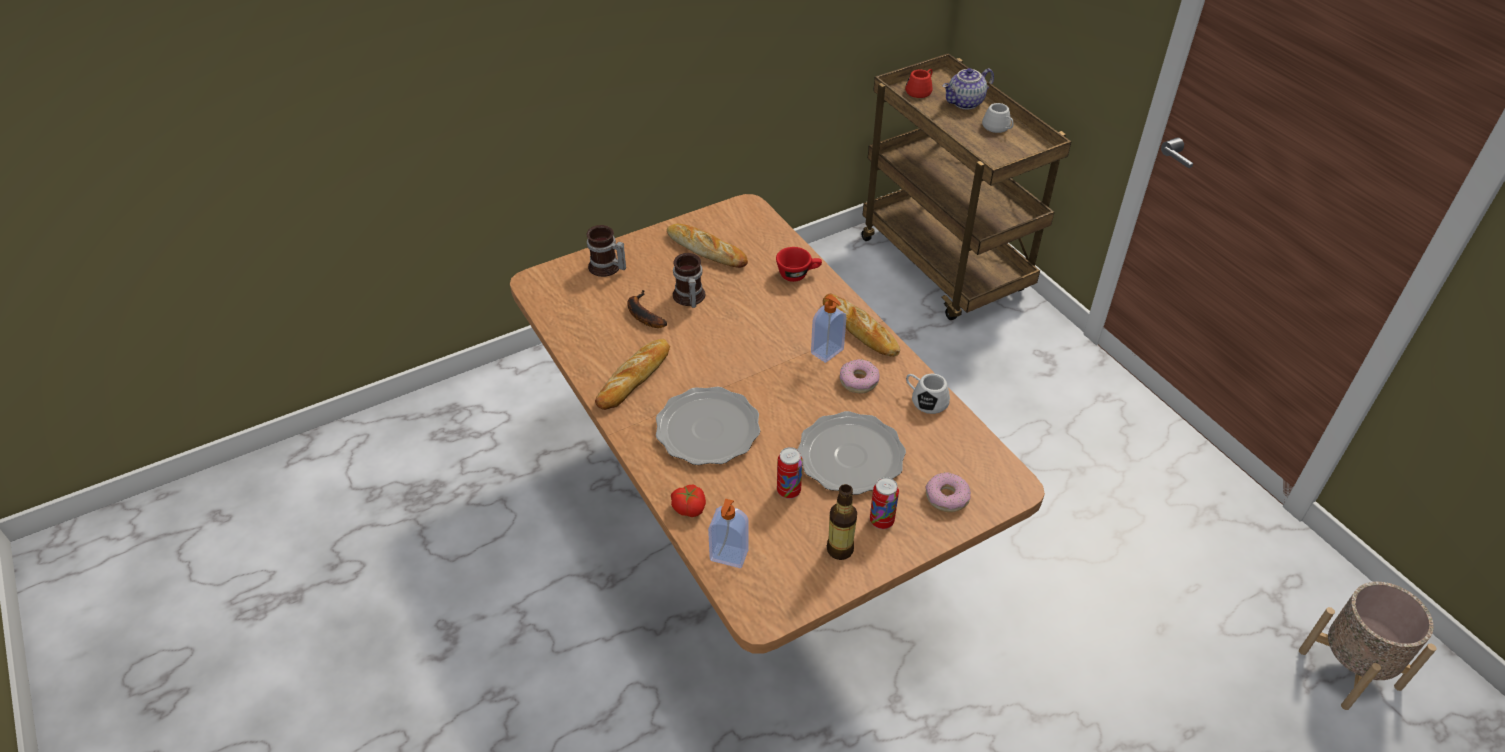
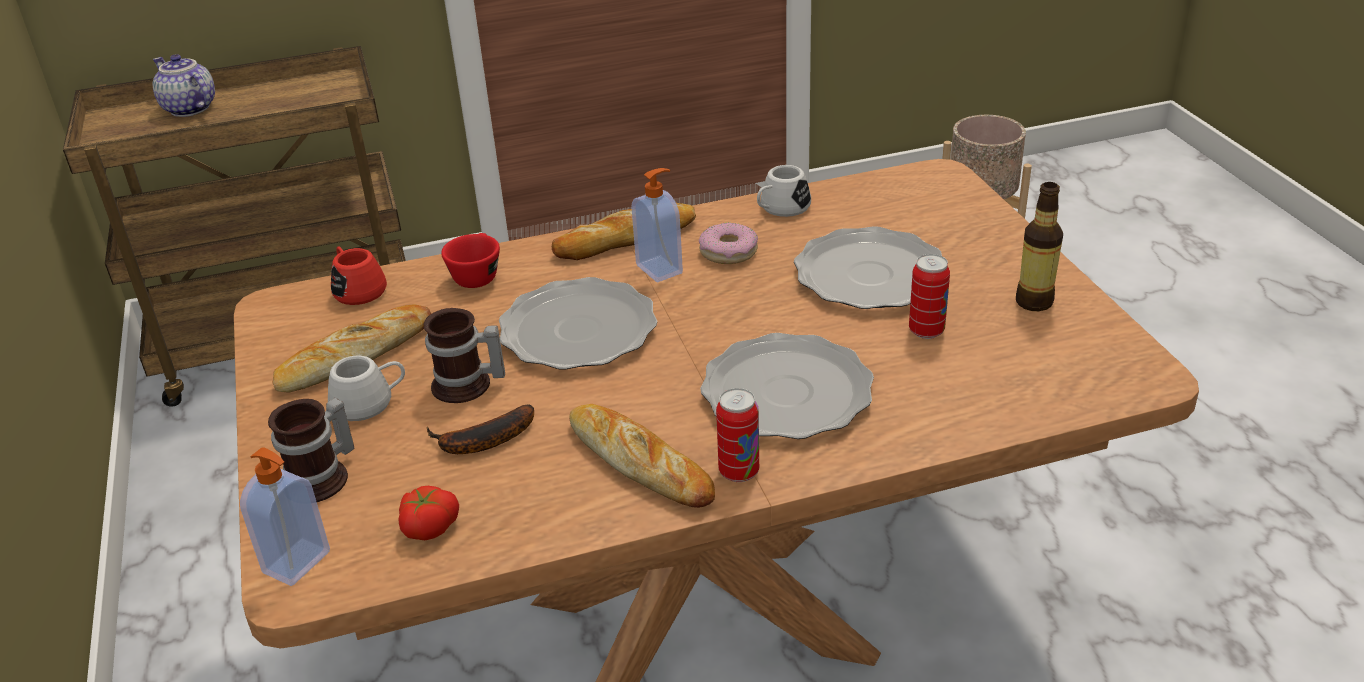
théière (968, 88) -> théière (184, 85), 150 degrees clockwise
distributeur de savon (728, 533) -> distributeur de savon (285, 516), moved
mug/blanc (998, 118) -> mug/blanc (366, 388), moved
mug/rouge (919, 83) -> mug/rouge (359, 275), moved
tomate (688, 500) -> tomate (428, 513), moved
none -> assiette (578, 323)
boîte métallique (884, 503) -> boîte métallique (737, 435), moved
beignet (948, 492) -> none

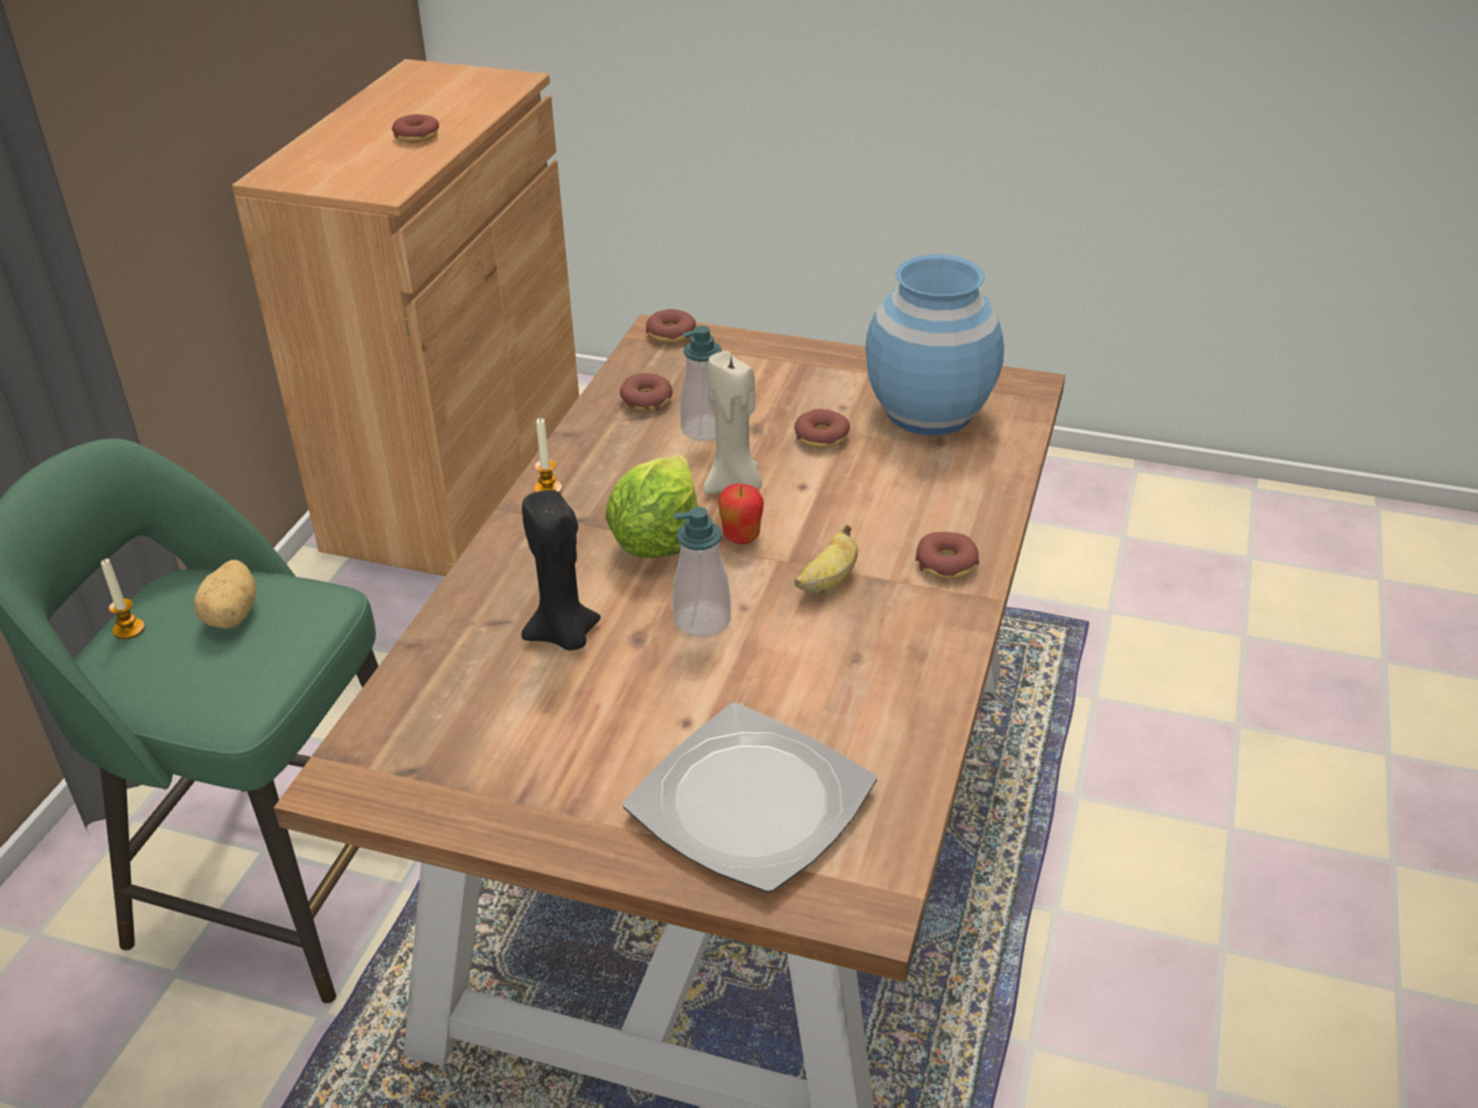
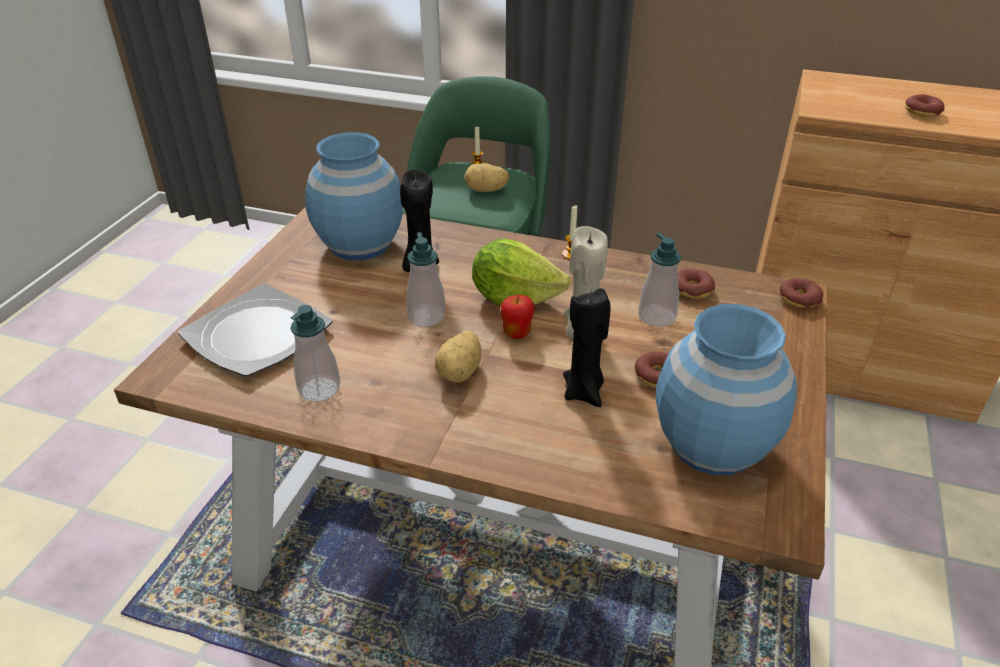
none -> distributeur de savon (315, 353)
none -> vase/bleu (354, 196)
banane (826, 559) -> pomme de terre (458, 356)
none -> bougie/noir (586, 347)
beignet (947, 555) -> none

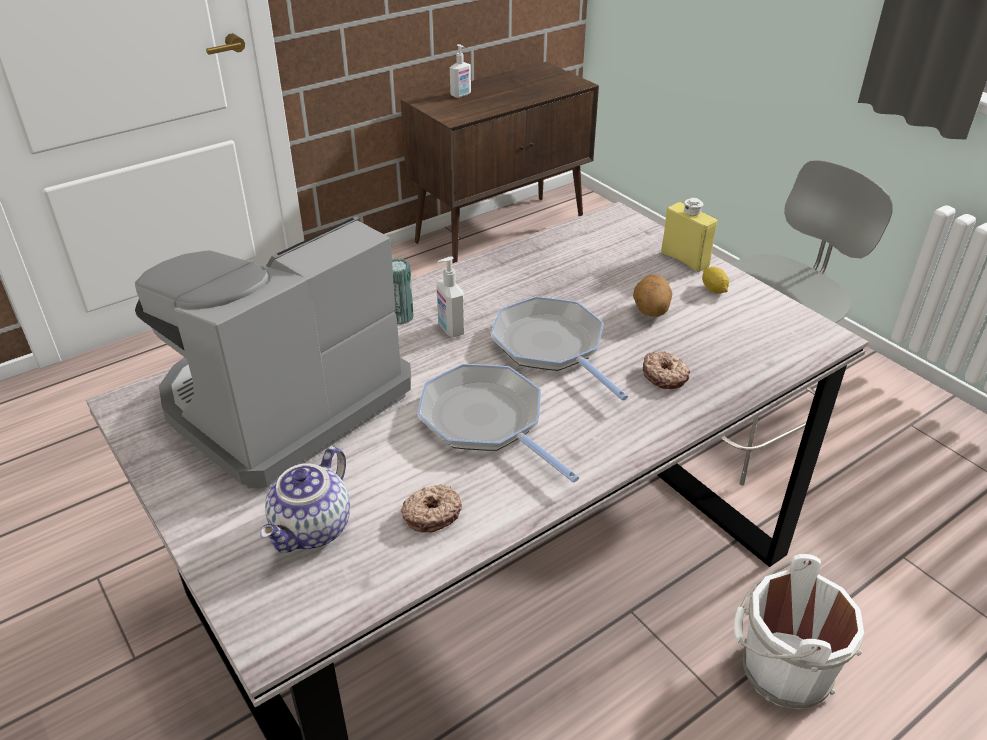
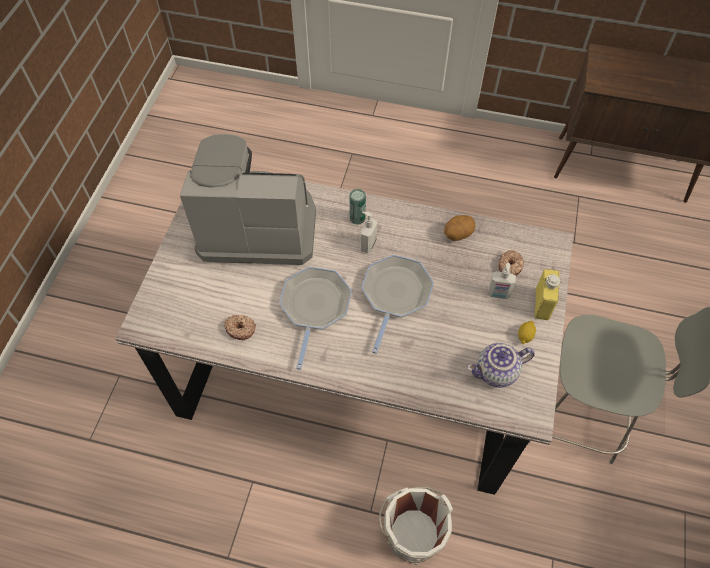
pomme de terre (652, 295) -> pomme de terre (460, 228), moved
théière (305, 499) -> théière (501, 365), moved
distributeur de savon (460, 71) -> distributeur de savon (501, 281), moved
beignet (666, 370) -> beignet (511, 263), moved

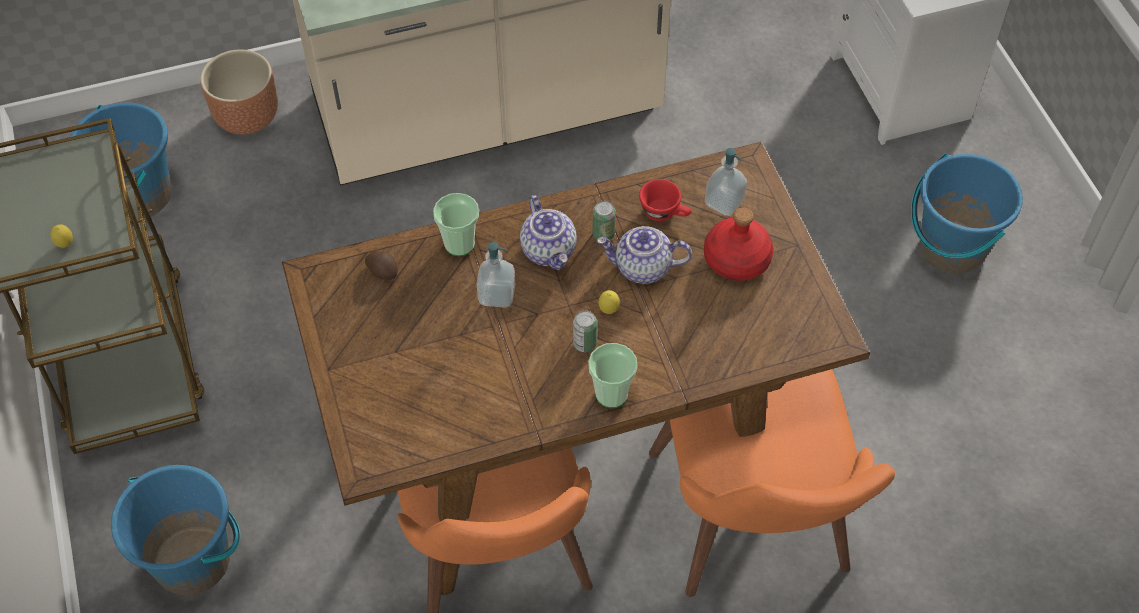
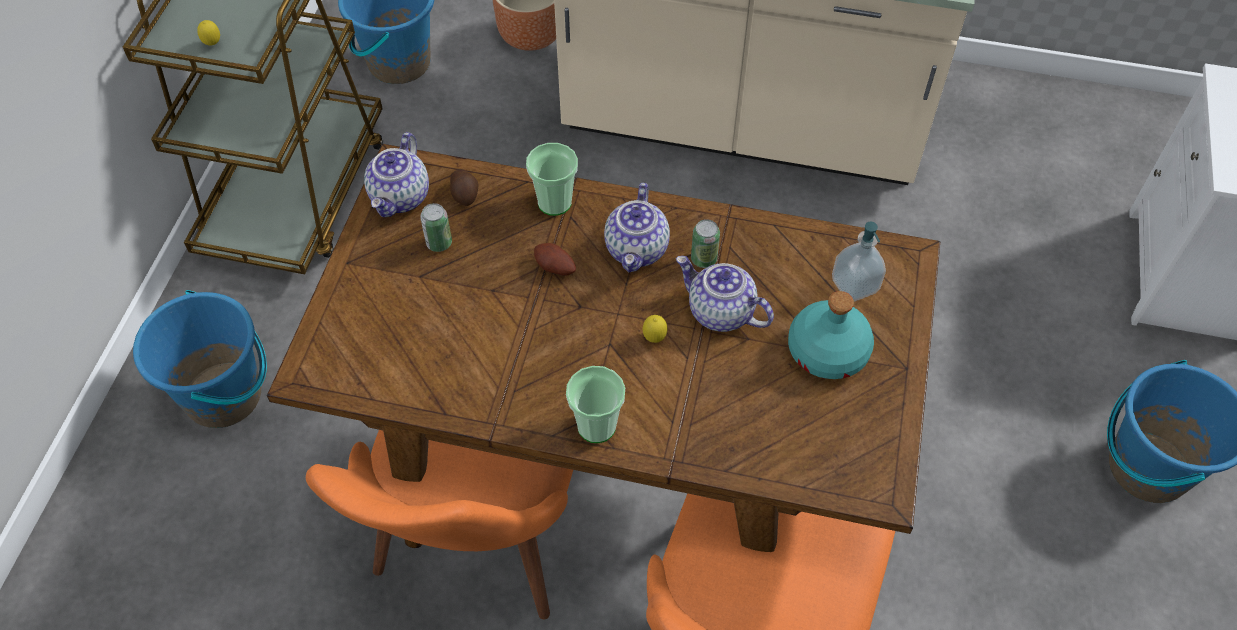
none -> théière (396, 174)
boîte métallique (585, 331) -> boîte métallique (436, 227), moved
distributeur de savon (496, 275) -> pomme de terre (555, 259)
bouteille/rouge (739, 244) -> bouteille/turquoise (831, 335)
tasse/rouge (665, 200) -> none

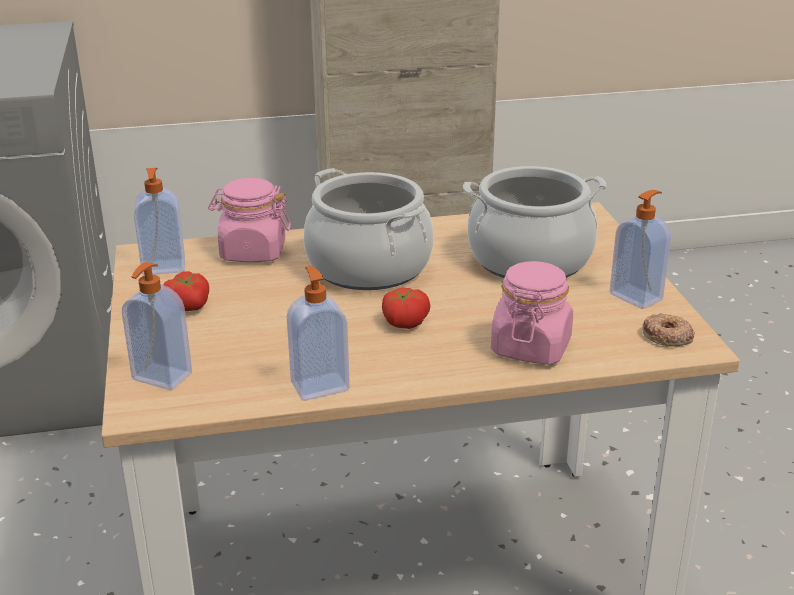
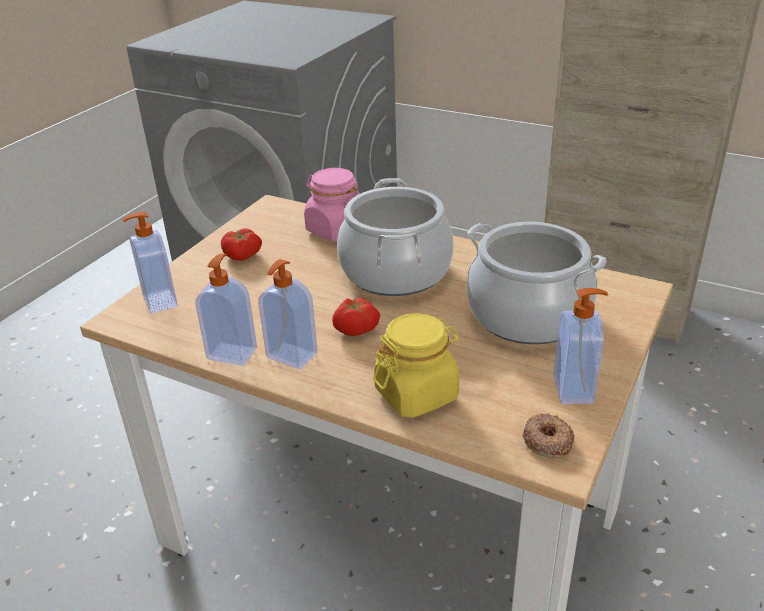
distributeur de savon (159, 221) -> distributeur de savon (288, 314), moved
bocal/rose (532, 313) -> bocal/jaune (416, 365)

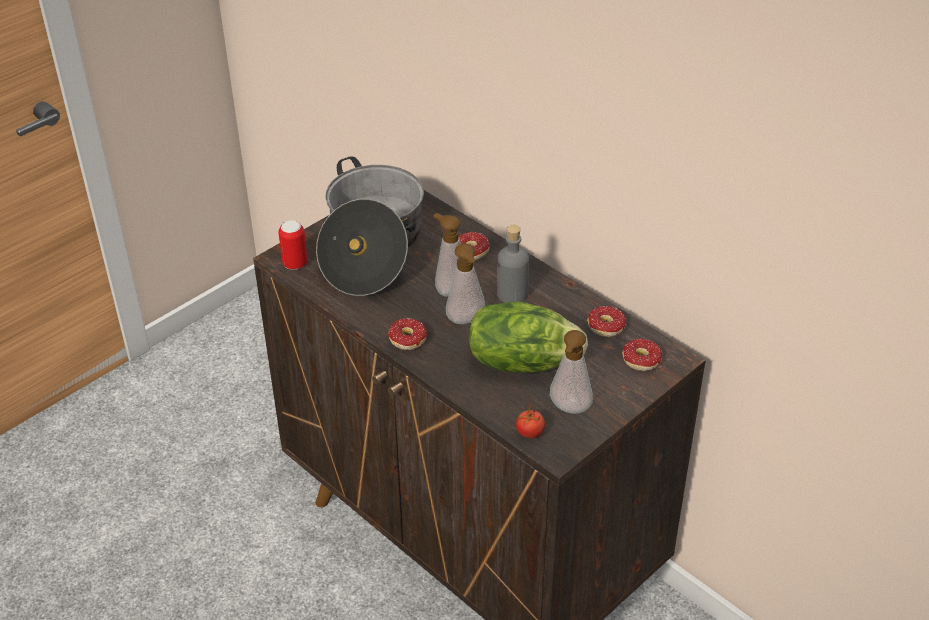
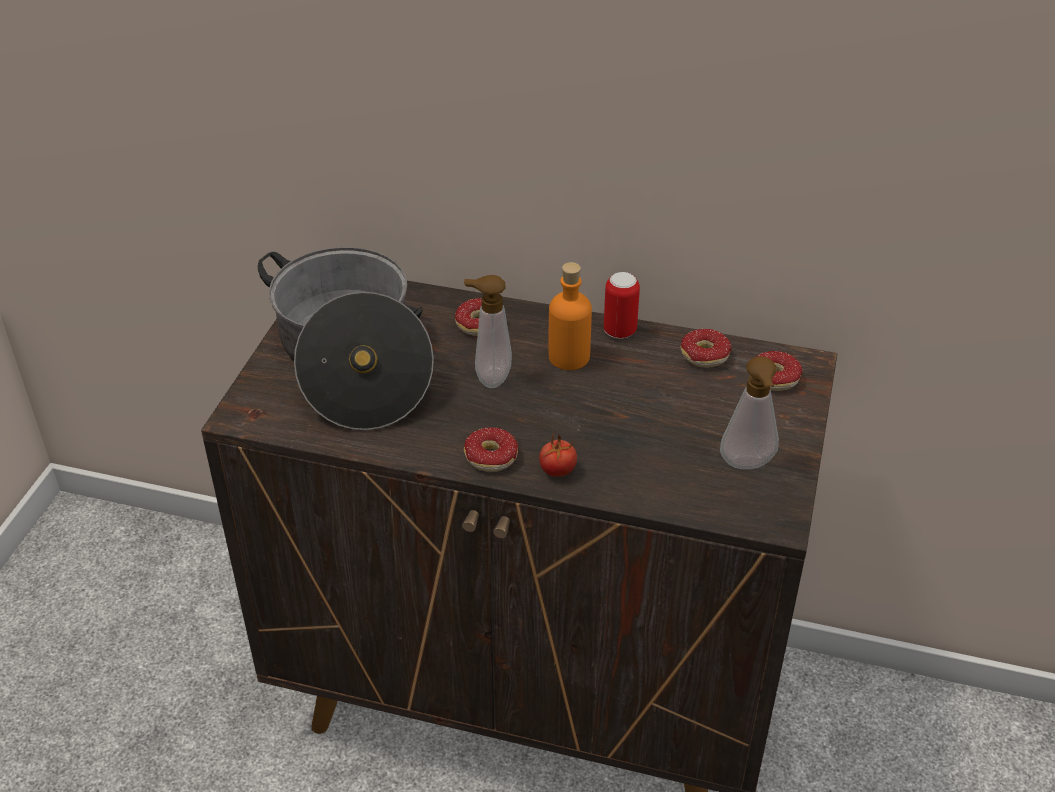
tomate (530, 421) -> tomate (558, 454), moved
bouteille/gris (513, 264) -> bouteille/orange (570, 316)
boîte métallique (293, 245) -> boîte métallique (622, 305), moved
distributeur de savon (465, 283) -> none
laitue (528, 337) -> none

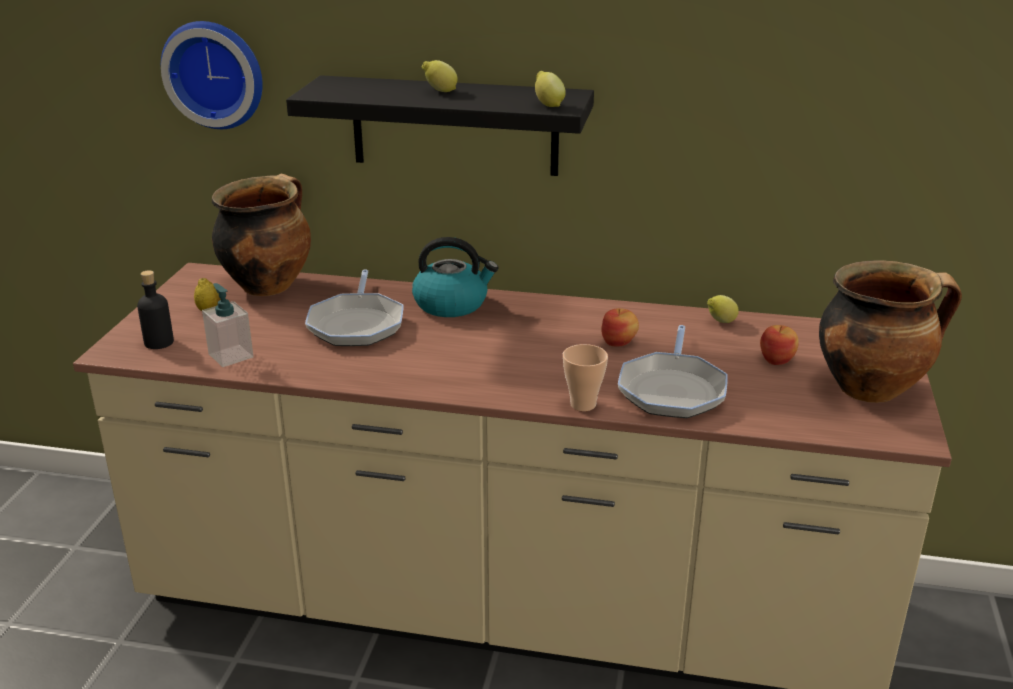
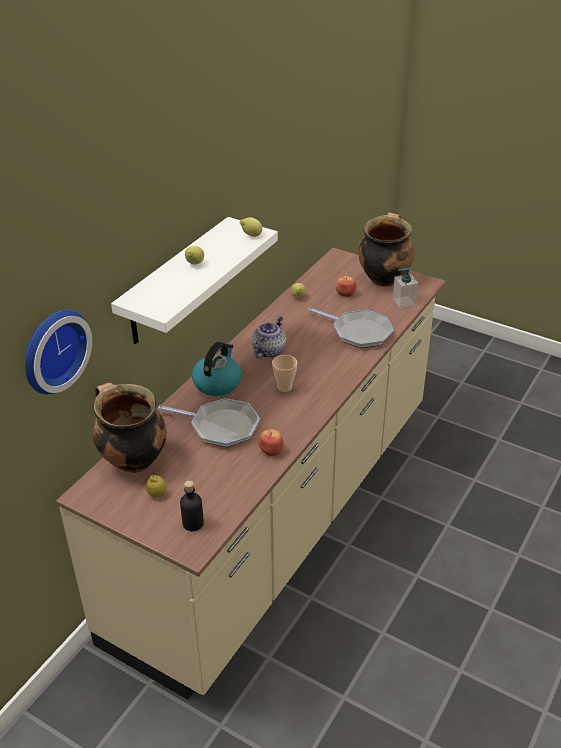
étagère/noir (440, 125) -> étagère/blanc (194, 280)
none -> théière (269, 337)
pomme (620, 327) -> pomme (271, 442), moved
tasse (585, 377) -> tasse (284, 373), moved
distributeur de savon (228, 325) -> distributeur de savon (405, 287), moved

